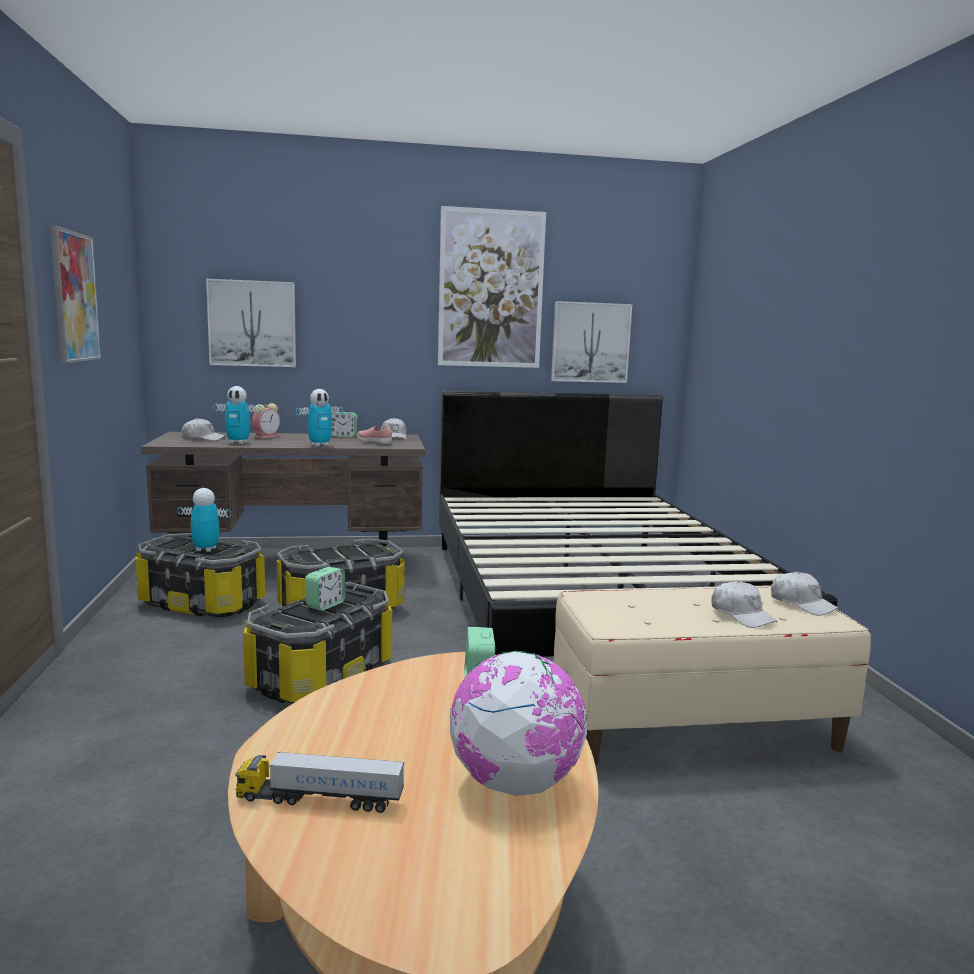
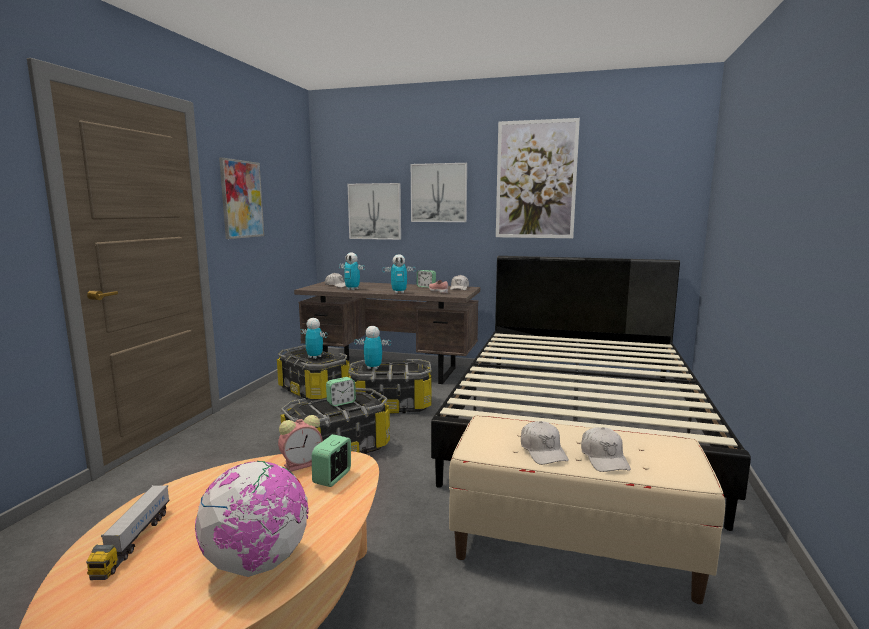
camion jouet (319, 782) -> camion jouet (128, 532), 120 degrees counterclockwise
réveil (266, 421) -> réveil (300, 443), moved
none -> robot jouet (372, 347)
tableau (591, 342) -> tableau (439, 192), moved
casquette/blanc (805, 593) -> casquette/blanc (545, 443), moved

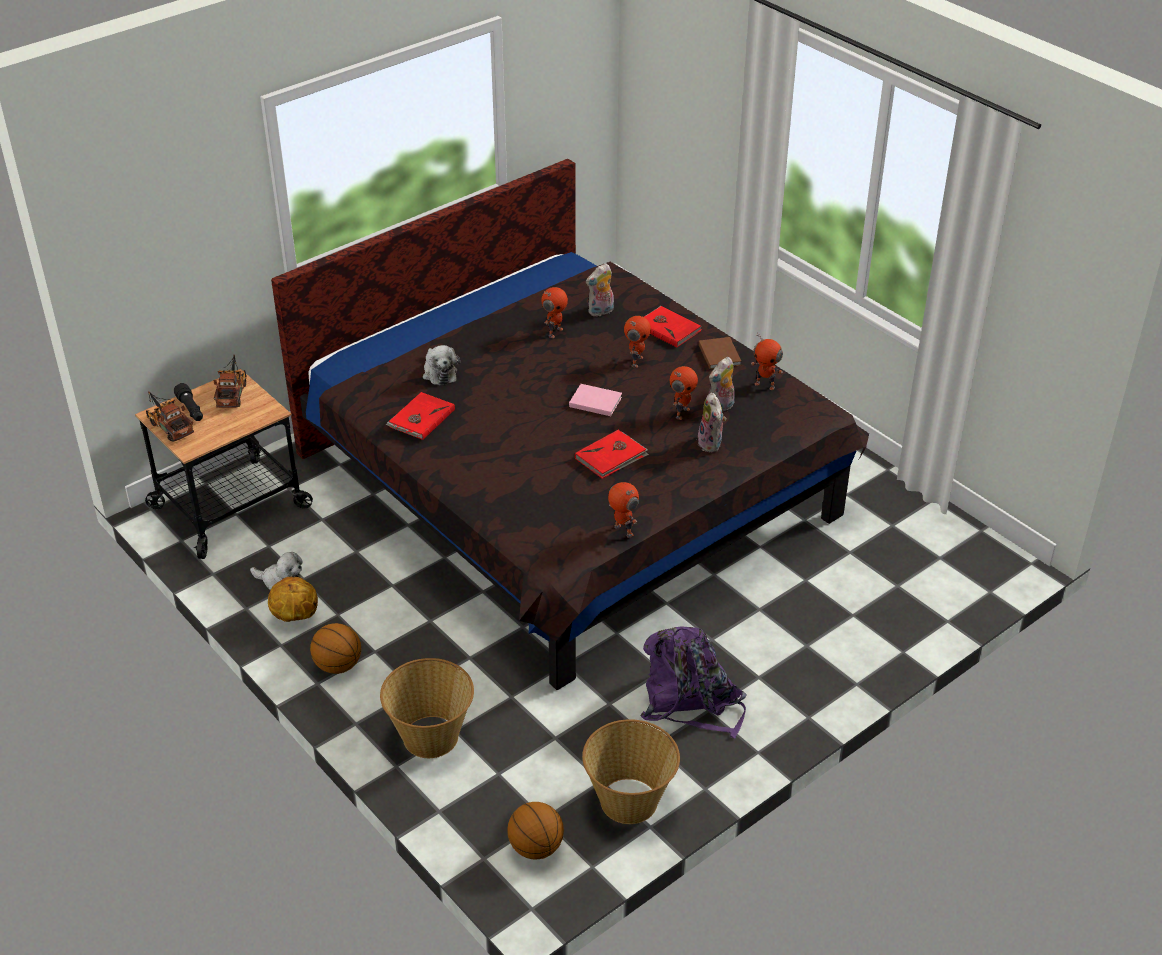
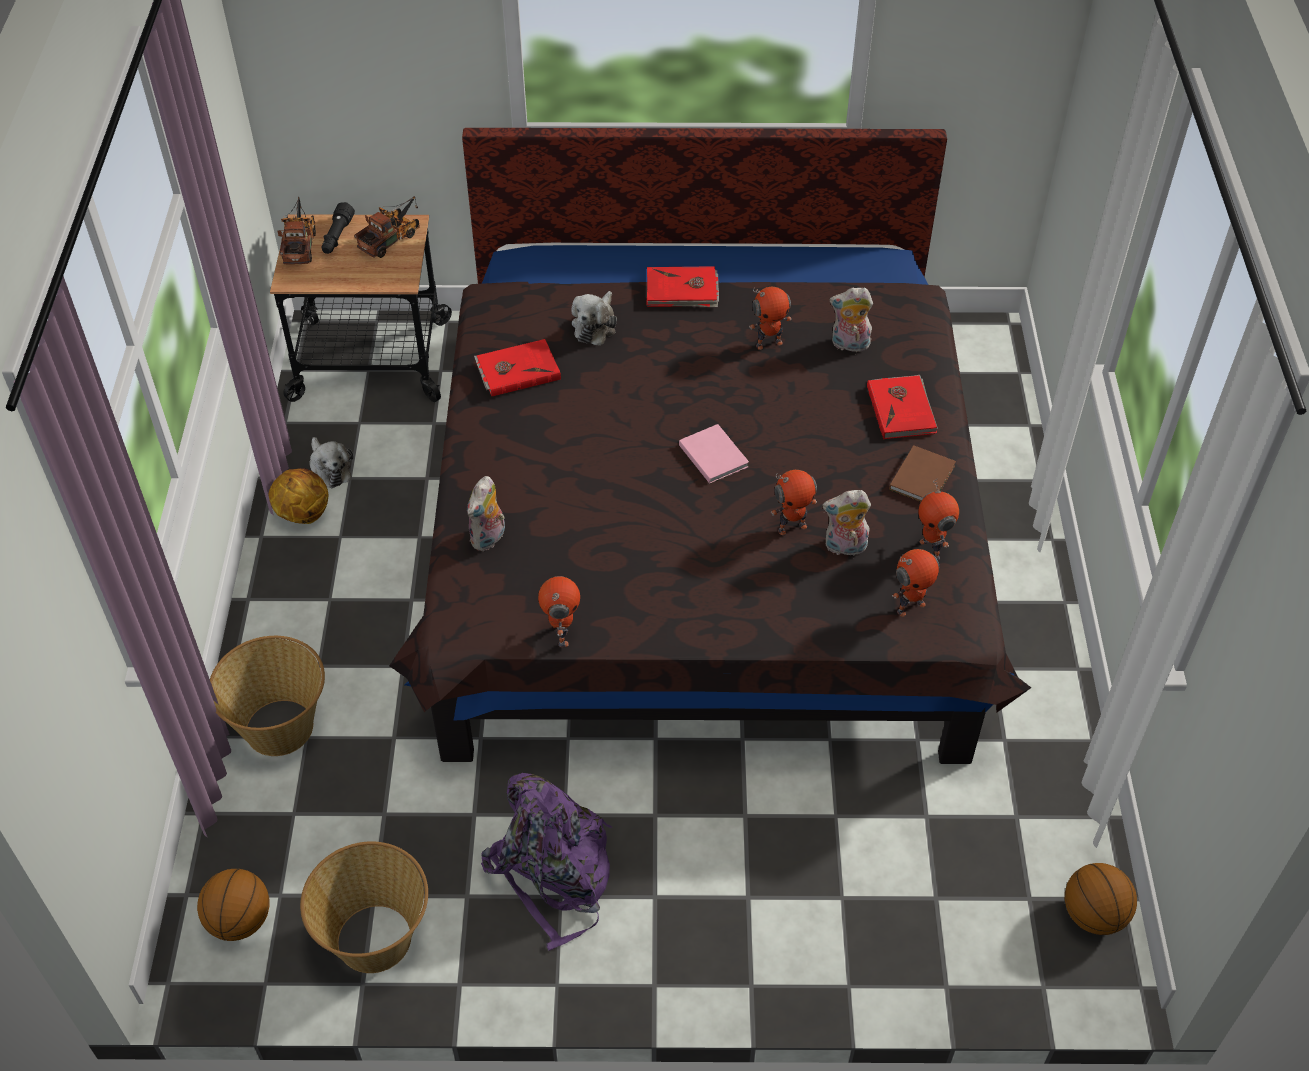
peluche (712, 422) -> peluche (486, 513), moved
livre/rouge (612, 454) -> livre/rouge (682, 287), moved
robot jouet (637, 342) -> robot jouet (915, 583), moved
ballon de basket (335, 648) -> ballon de basket (1101, 899), moved

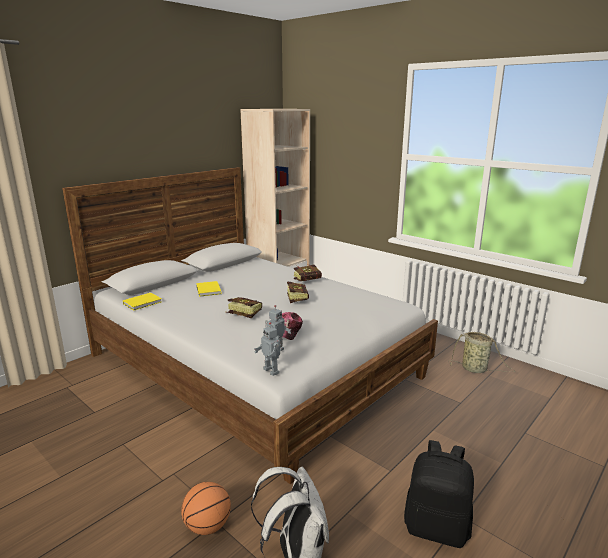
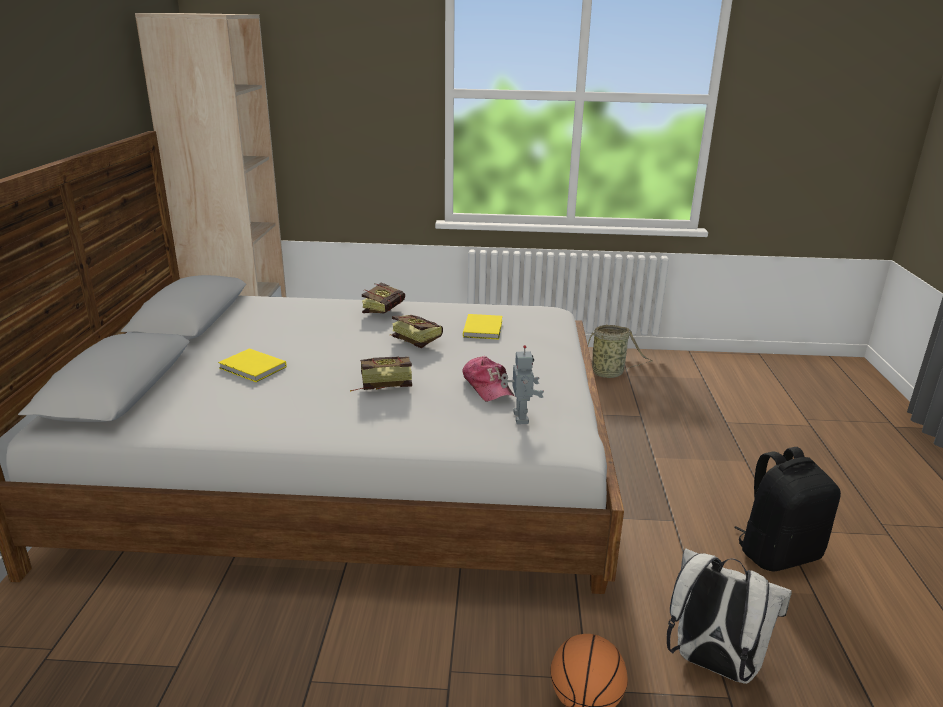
livre/jaune (142, 302) -> livre/jaune (482, 327), moved
robot jouet (268, 349) -> none

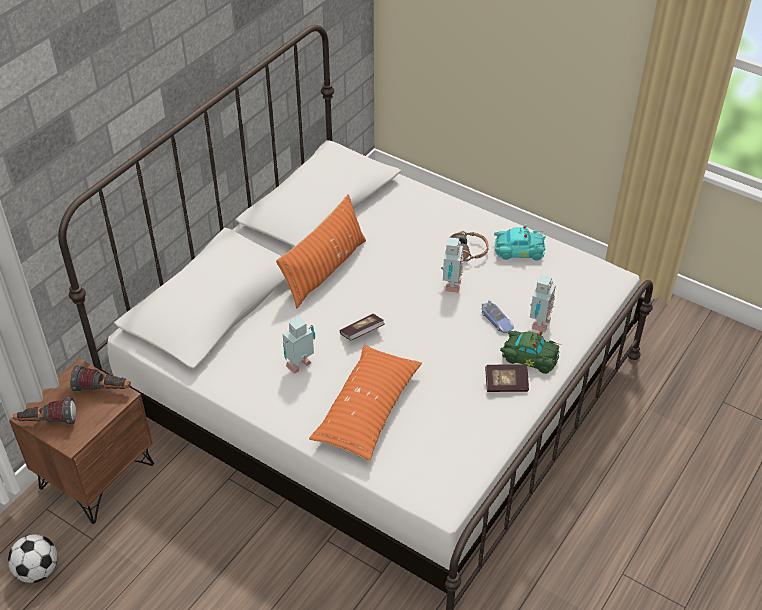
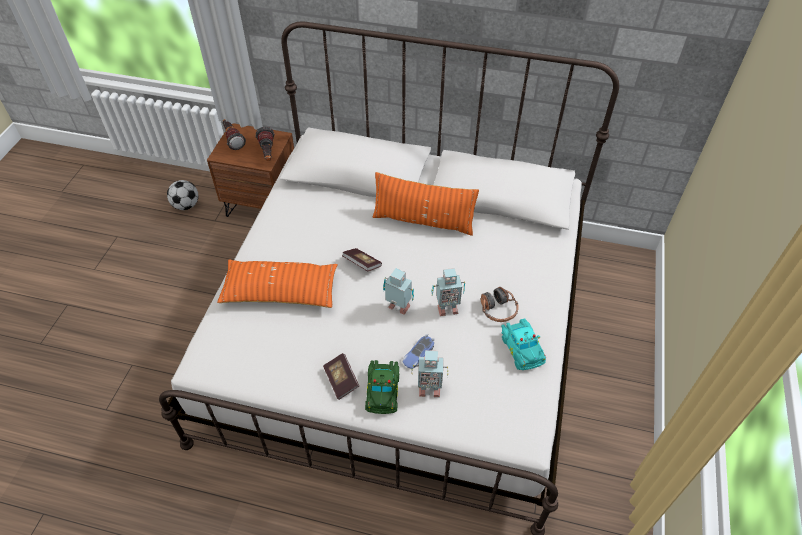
robot jouet (299, 345) -> robot jouet (398, 291), moved

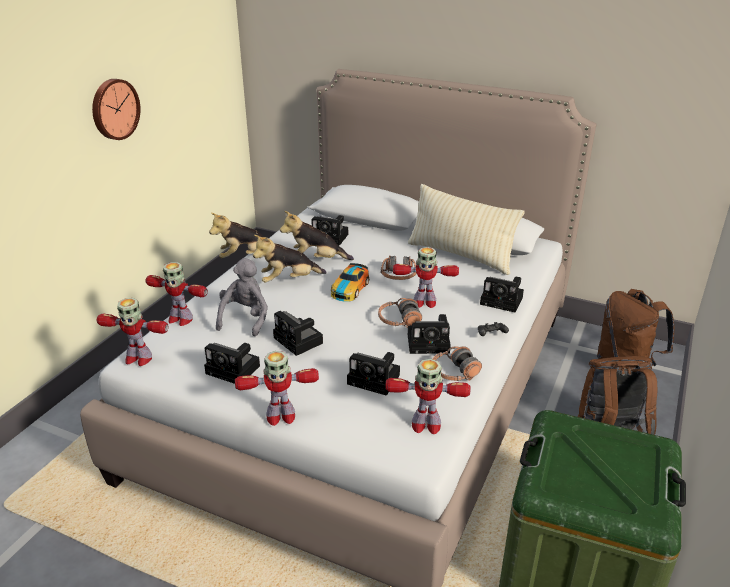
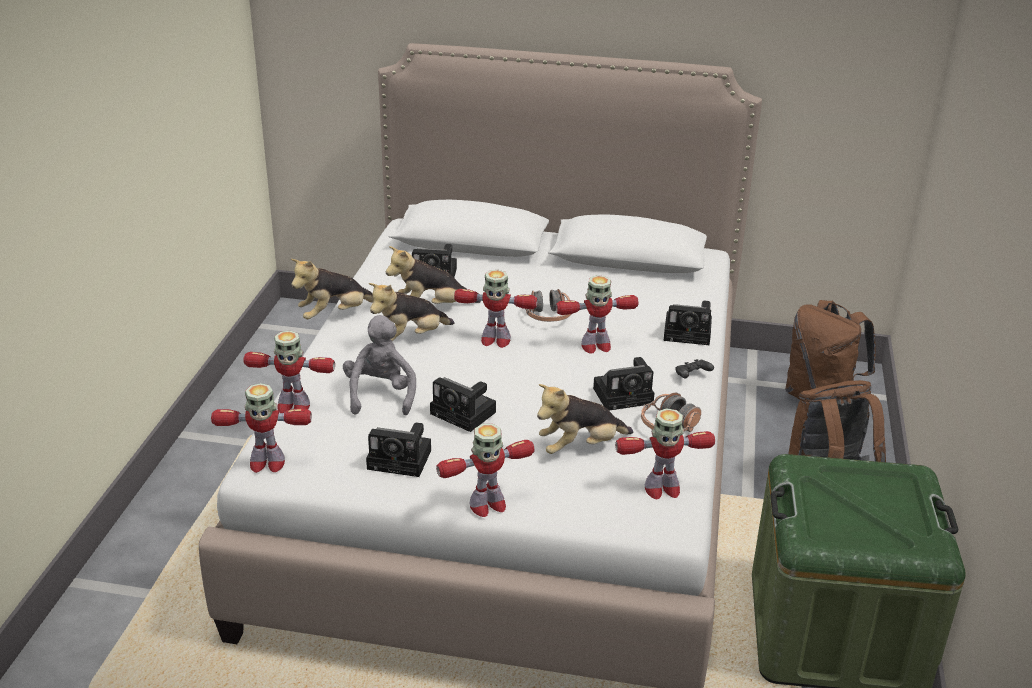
petite voiture (350, 282) -> robot jouet (496, 309)
appareil photo (373, 374) -> peluche (585, 419)
horloge murale (116, 109) -> none
casque audio (400, 313) -> none
coussin/beige (466, 229) -> none

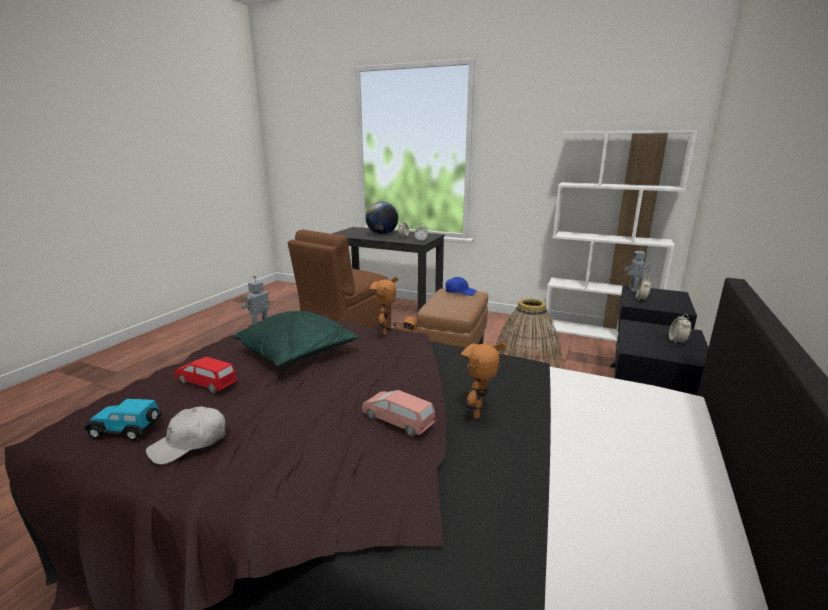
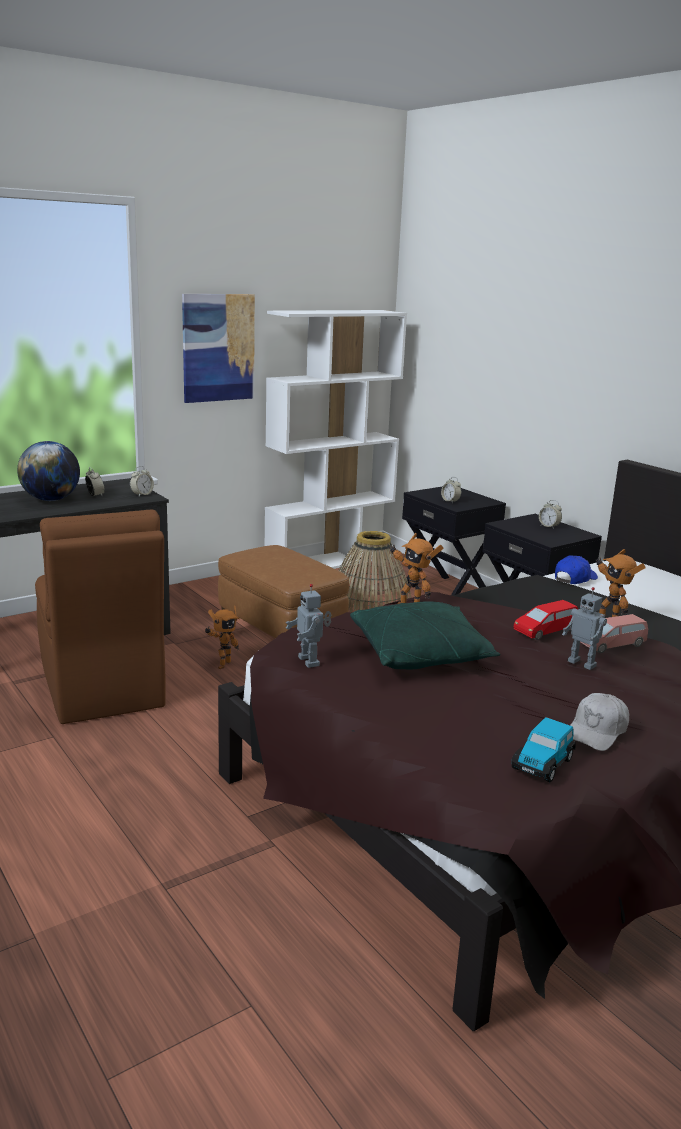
none -> tableau (218, 348)
petite voiture/rouge (206, 375) -> petite voiture/rouge (546, 620), moved
casquette/bleu (461, 286) -> casquette/bleu (576, 569), moved
robot jouet (637, 269) -> robot jouet (584, 628), moved
casquette/blanc (186, 435) -> casquette/blanc (599, 722), 45 degrees clockwise

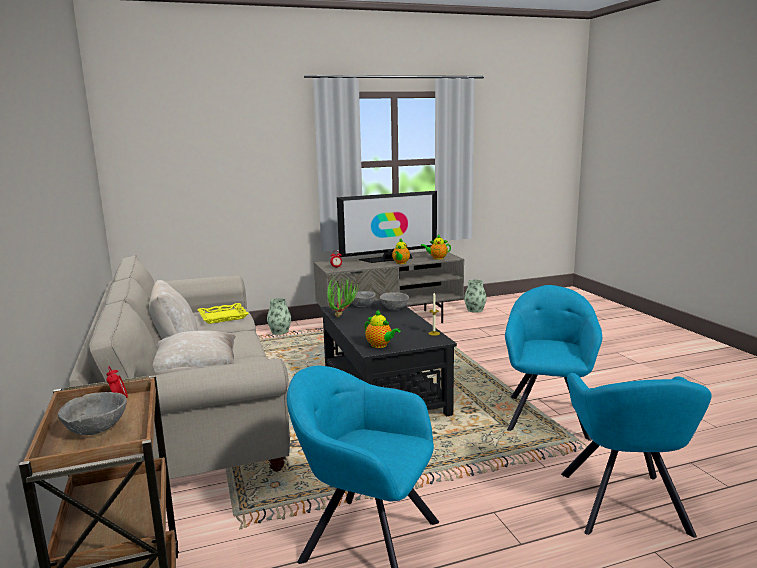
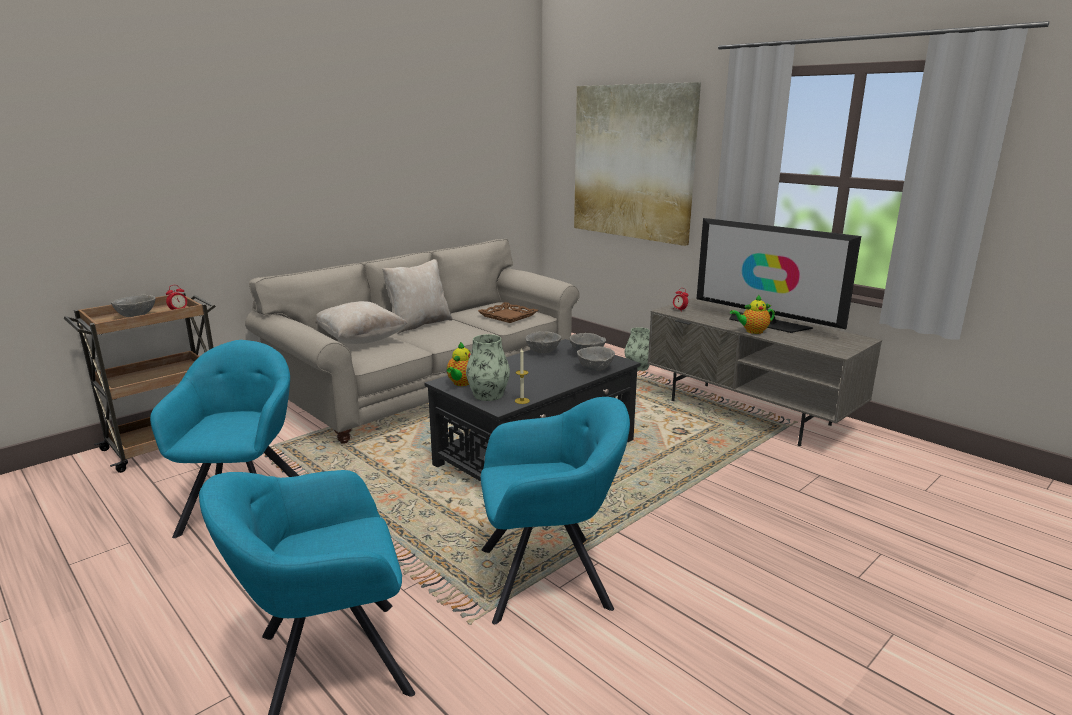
vase (475, 296) -> vase (488, 367), moved
plateau/jaune (223, 313) -> plateau/marron (508, 312)
plante en pot (343, 297) -> bol/gris (543, 342)
none -> tableau (637, 164)
théière (436, 247) -> none

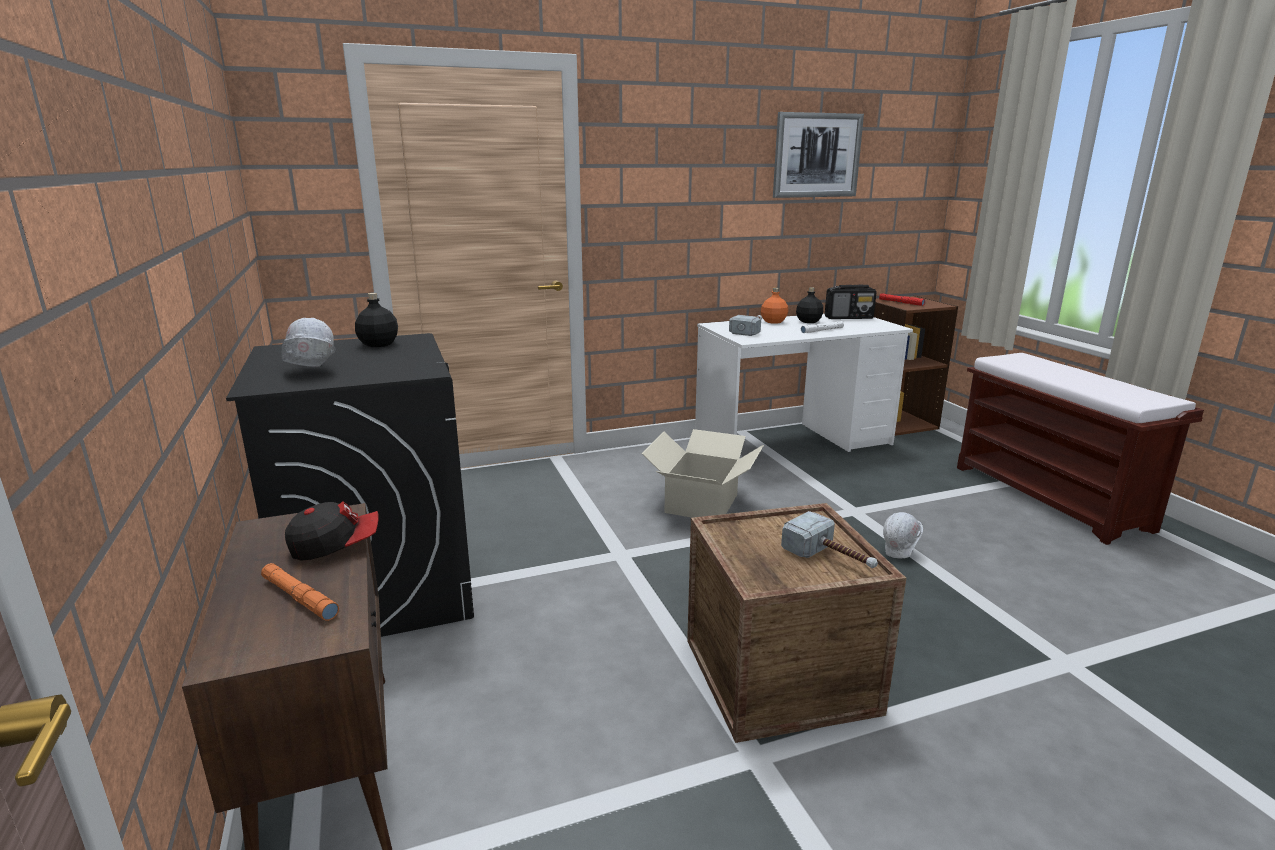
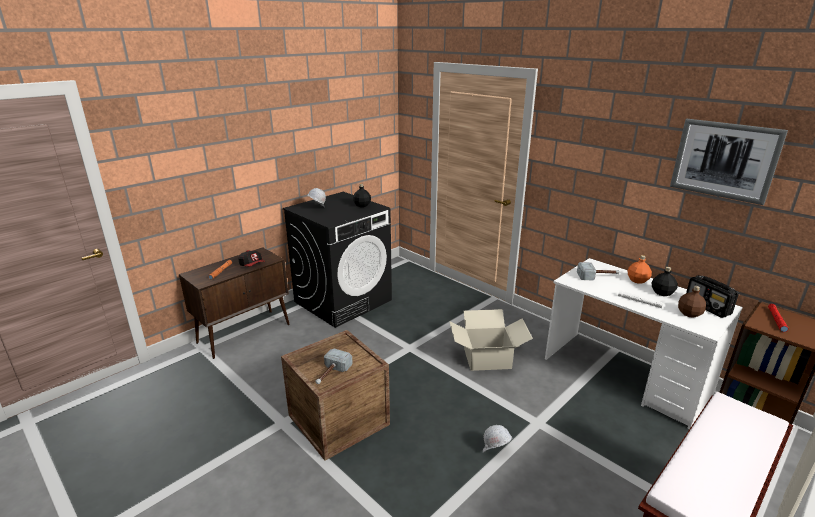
none -> bouteille/marron (692, 302)

